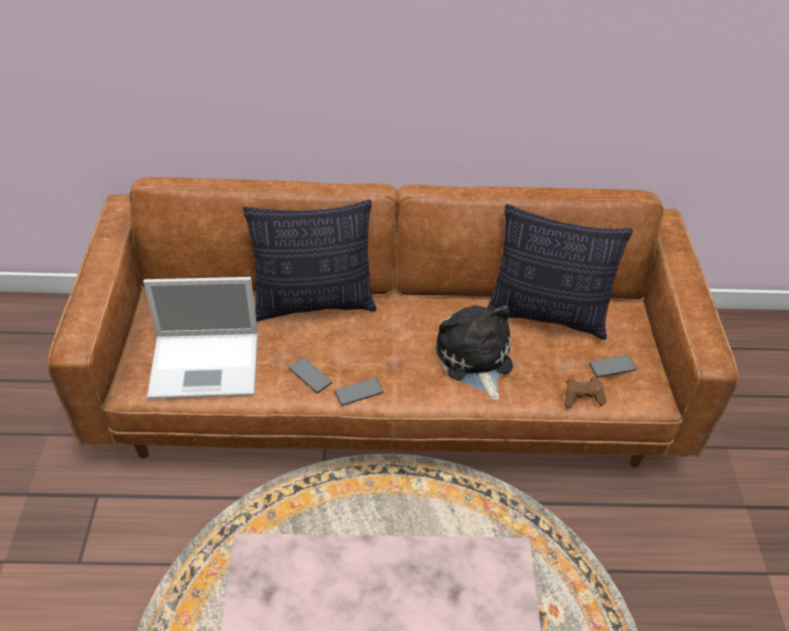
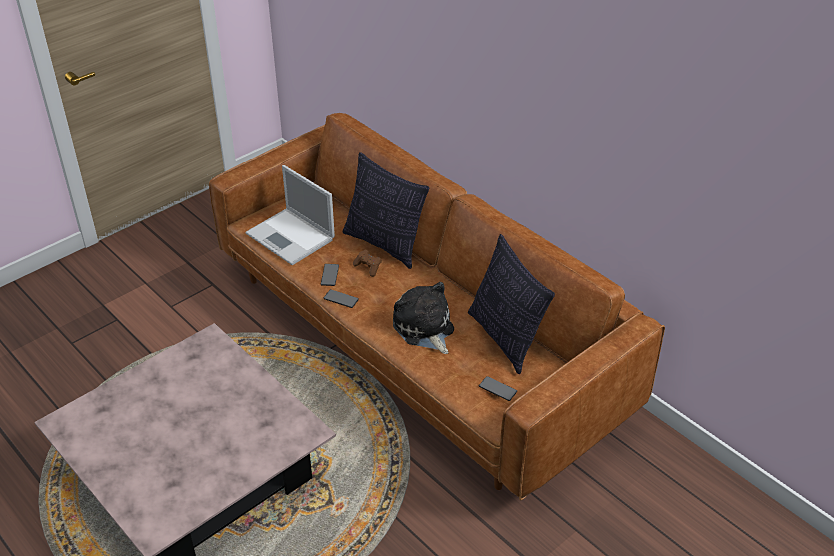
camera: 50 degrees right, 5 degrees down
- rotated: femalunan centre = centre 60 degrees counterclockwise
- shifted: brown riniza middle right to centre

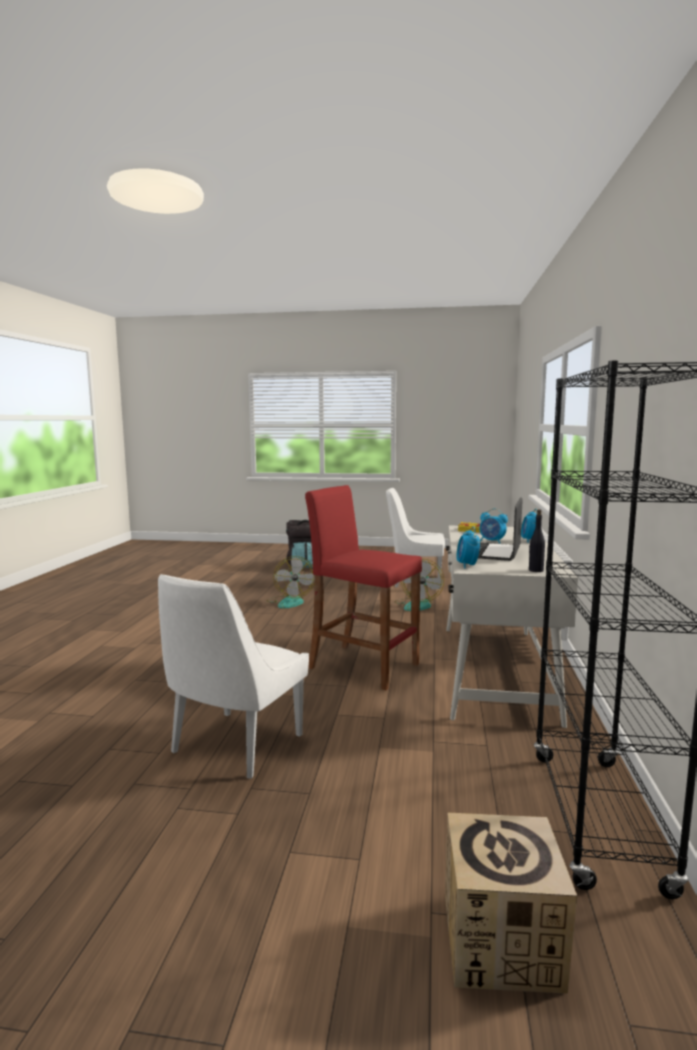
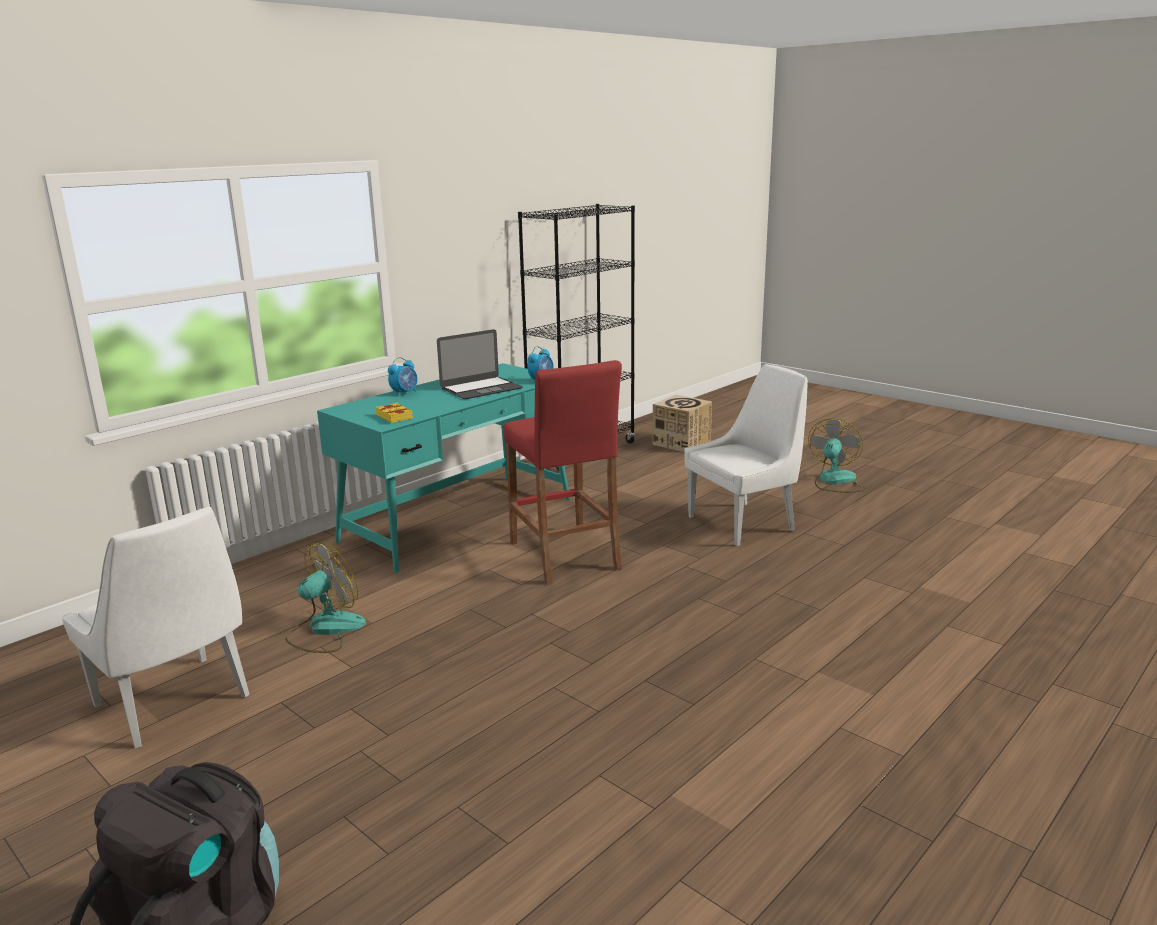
camera: 145 degrees left, 10 degrees up
- shifted: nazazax (no. 1 from left in the first image) centre to nazazax (no. 2 from left) middle right
- repainted: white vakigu middle right to turquoise vakigu centre
- gone: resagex (no. 2 from left) middle right
- gone: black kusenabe middle right

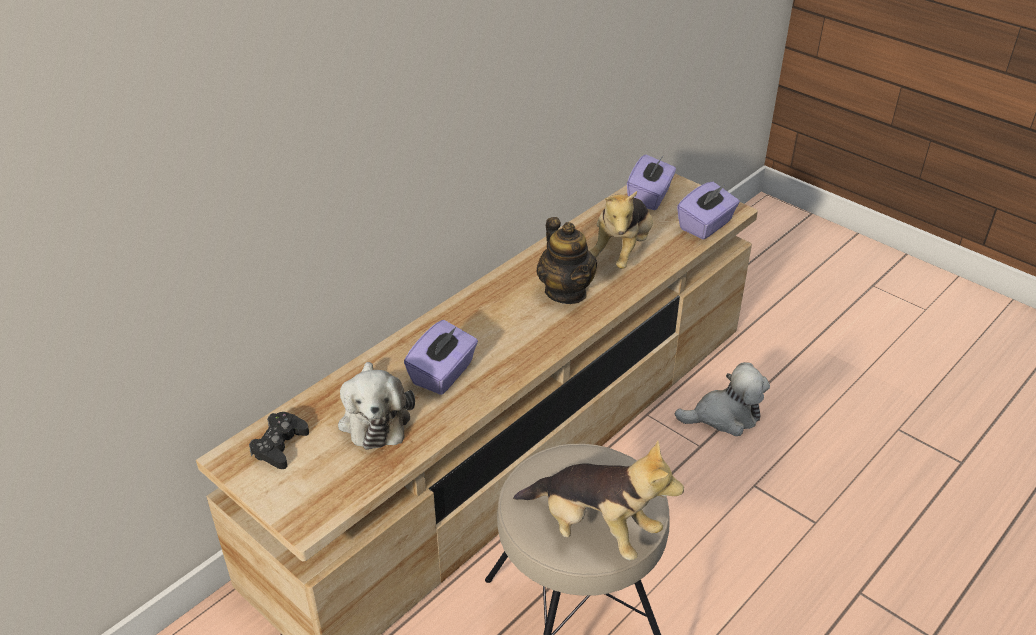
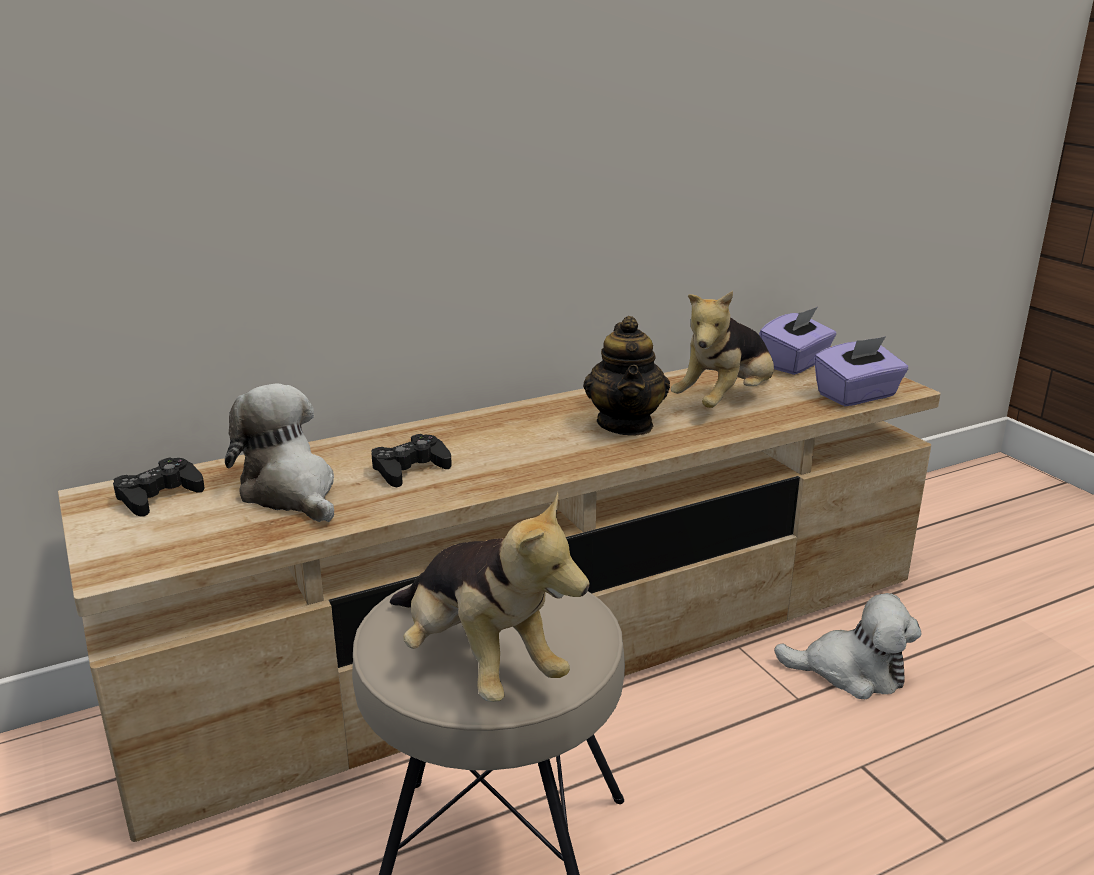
camera: 20 degrees right, 15 degrees down
- rotated: femalunan (no. 1 from left) centre = middle left 135 degrees clockwise
- swapped: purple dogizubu (no. 1 from left) centre to black riniza (no. 2 from left) centre

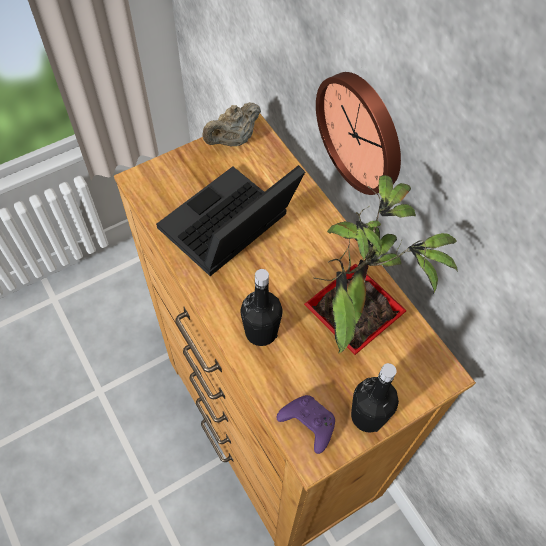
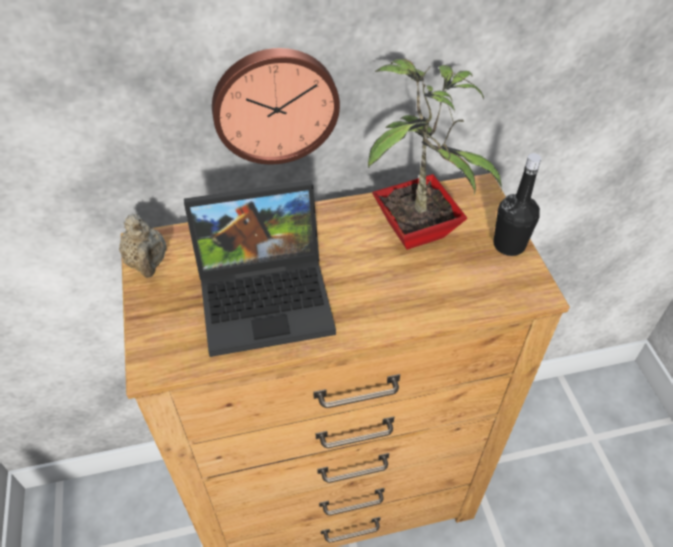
camera: 70 degrees left, 10 degrees down
- rotated: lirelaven centre = centre 75 degrees counterclockwise
- gone: black kusenabe (no. 1 from left) centre
- gone: purple riniza bottom centre

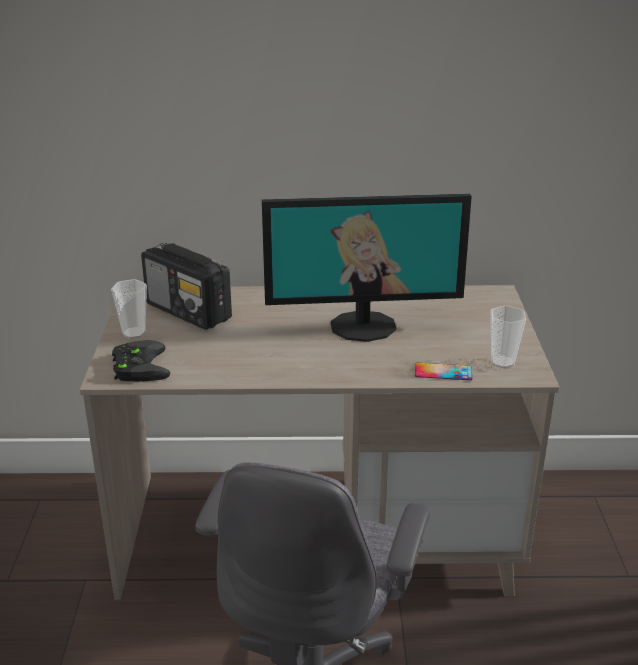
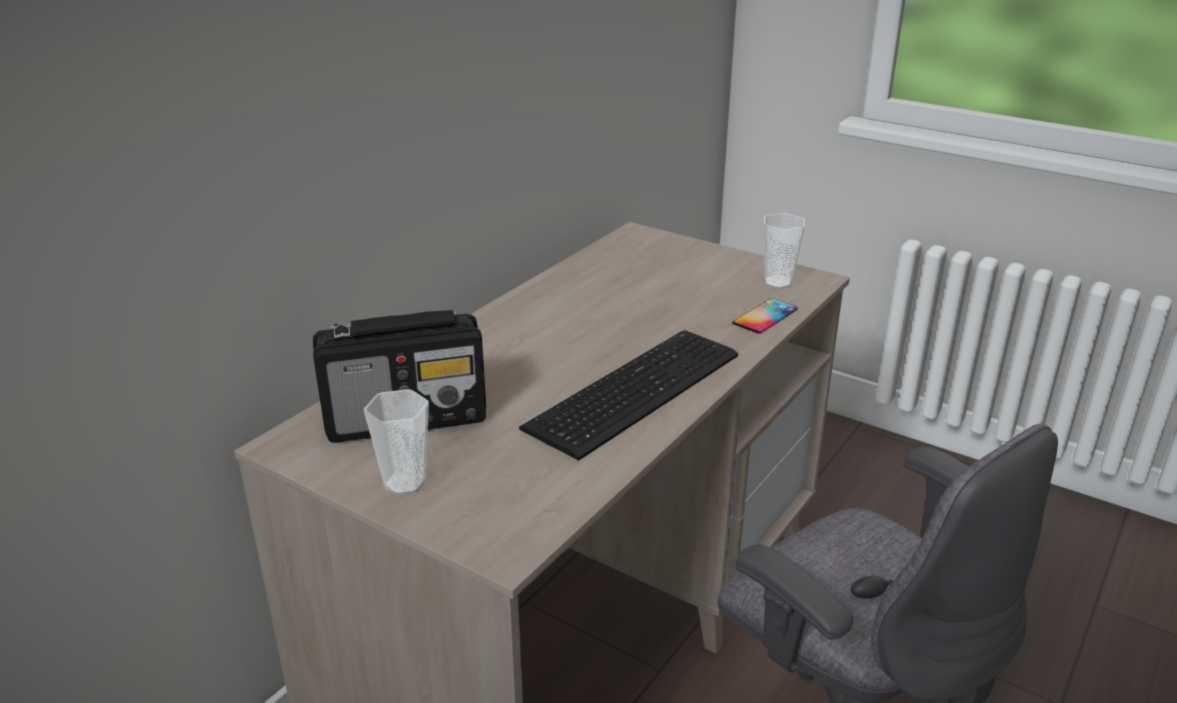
camera: 55 degrees left, 0 degrees up
- gone: black riniza middle left
- gone: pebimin centre
- new: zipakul centre

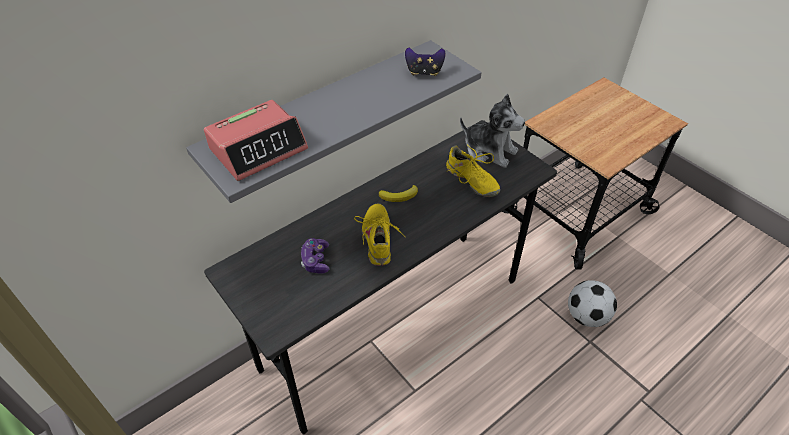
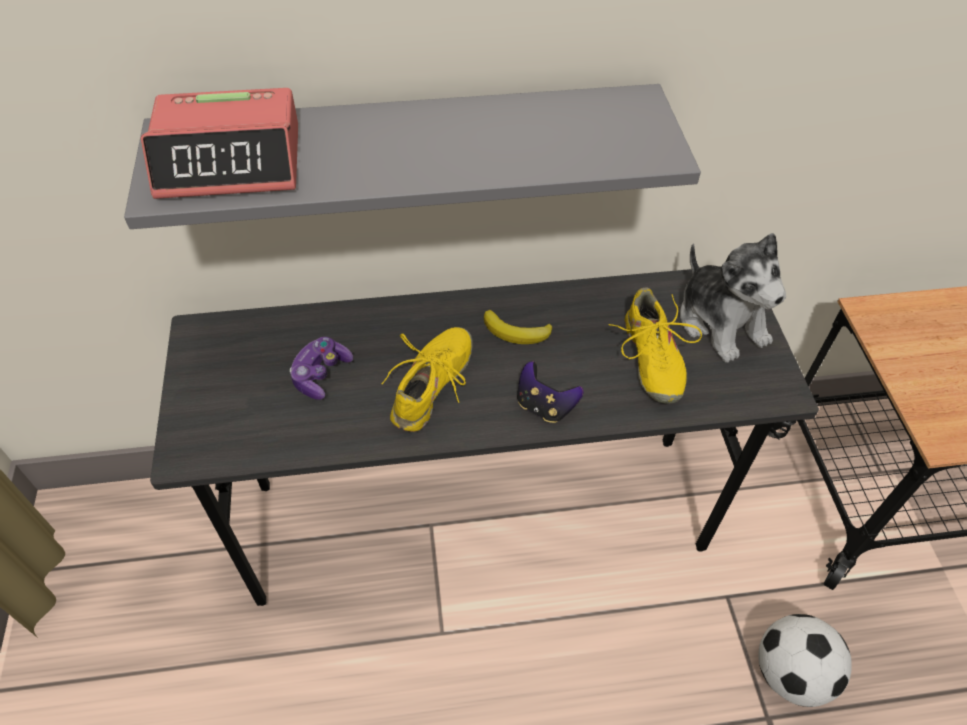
camera: 30 degrees right, 5 degrees up
- shifted: riniza (no. 2 from left) top centre to centre

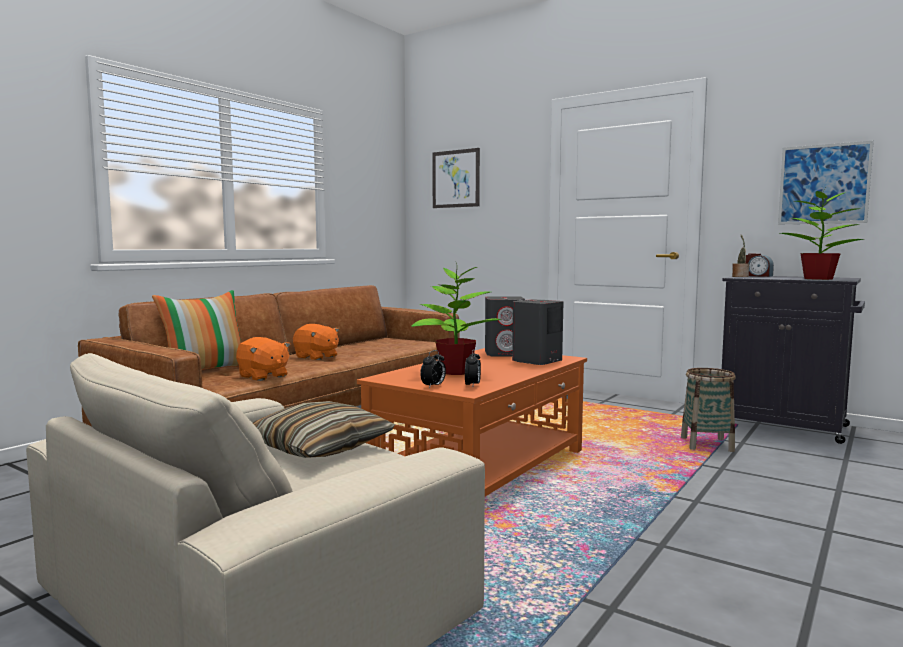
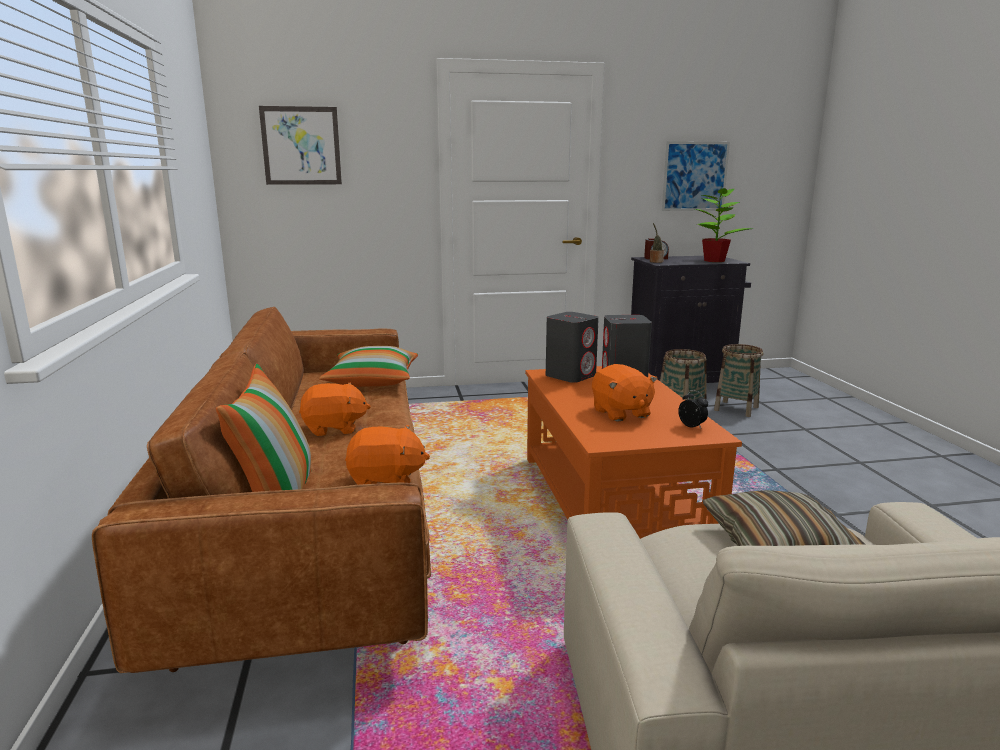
camera: 45 degrees left, 10 degrees up
- swapped: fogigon (no. 1 from left) centre to orange femalunan (no. 3 from left) centre
- gone: resagex (no. 1 from left) centre
- new: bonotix (no. 2 from left) centre
- new: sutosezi (no. 2 from left) middle right

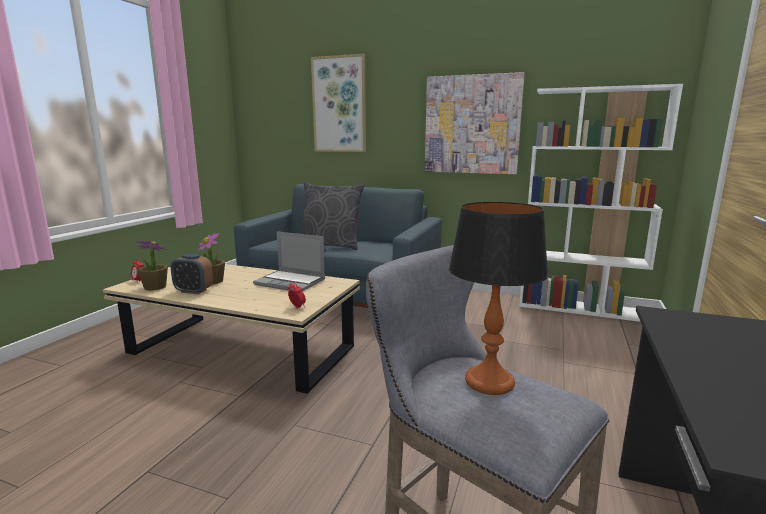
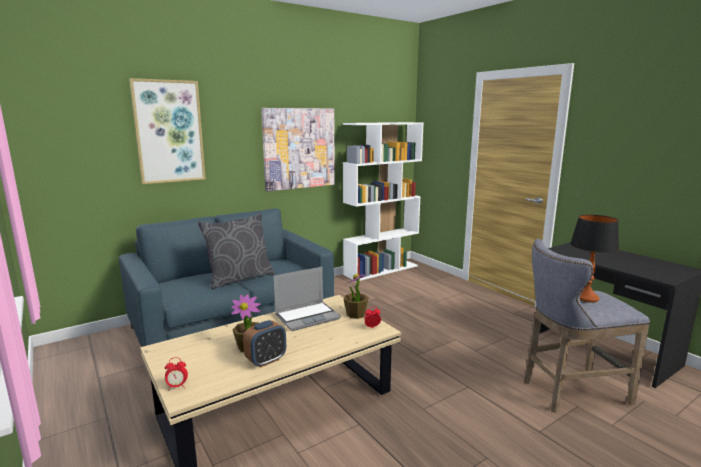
camera: 55 degrees left, 0 degrees up
- shifted: fogigon (no. 1 from left in the first image) middle left to fogigon (no. 2 from left) centre

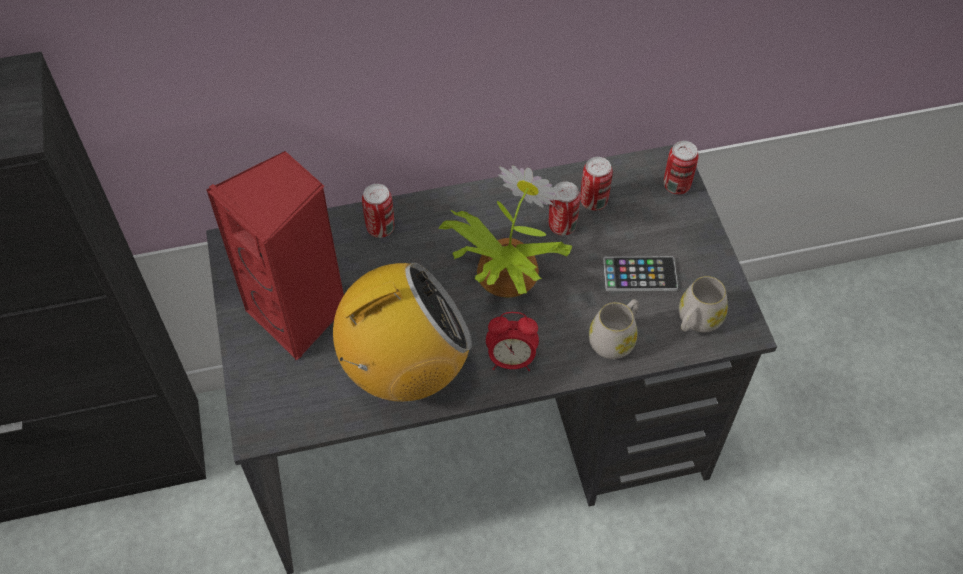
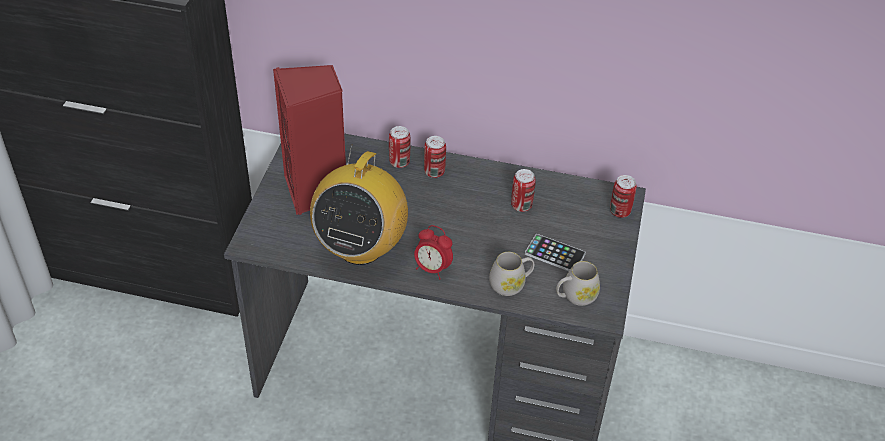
camera: 25 degrees right, 10 degrees down
- rotated: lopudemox centre = centre 105 degrees clockwise
- gone: fogigon centre
- shifted: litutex (no. 3 from left in the first image) top centre to litutex (no. 2 from left) centre

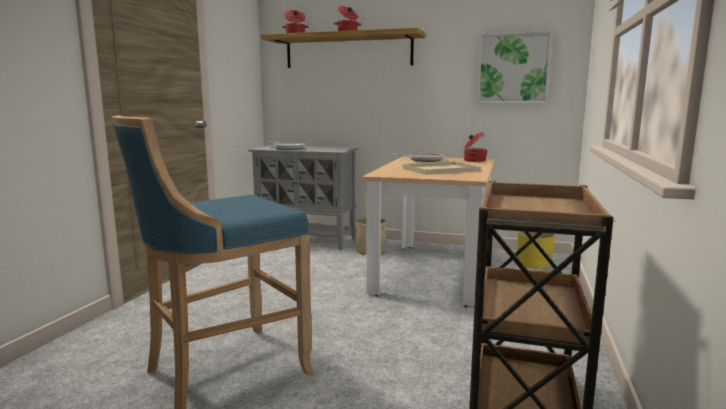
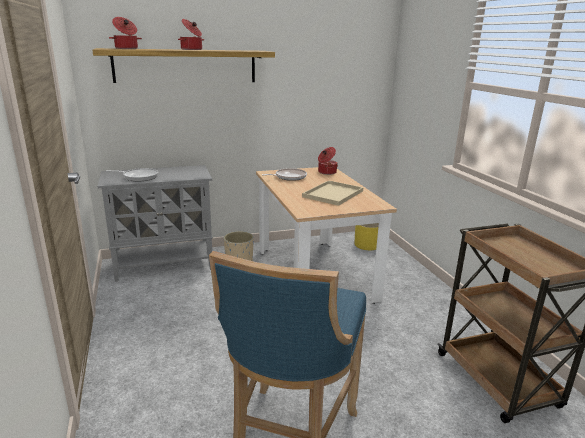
camera: 35 degrees left, 10 degrees up
- gone: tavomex top right

